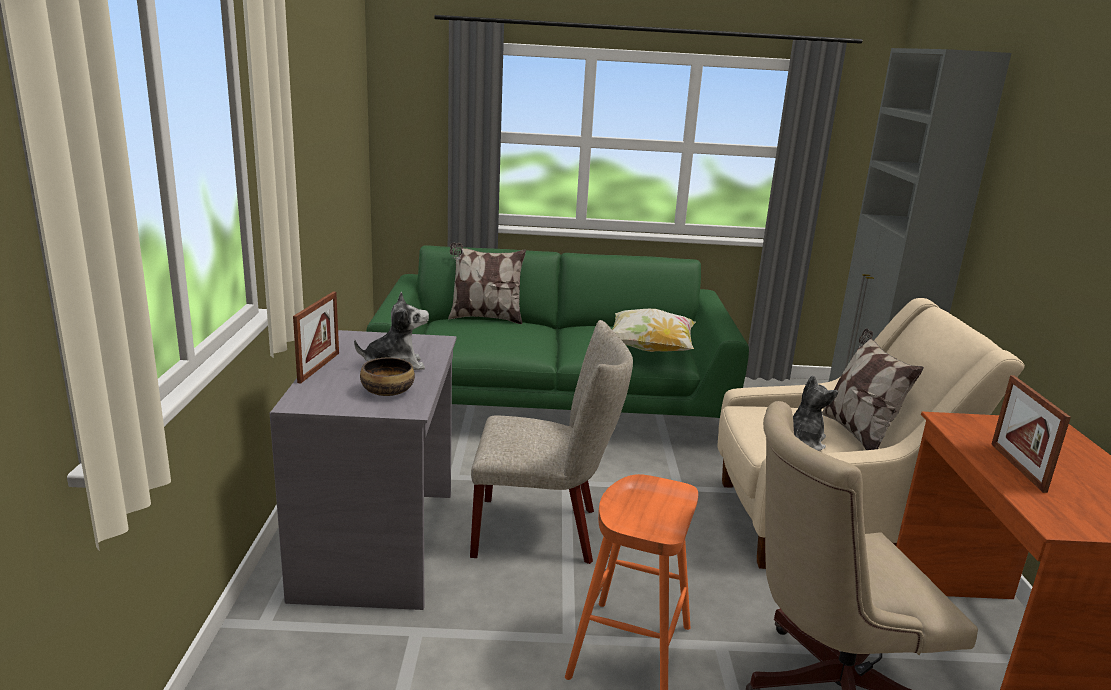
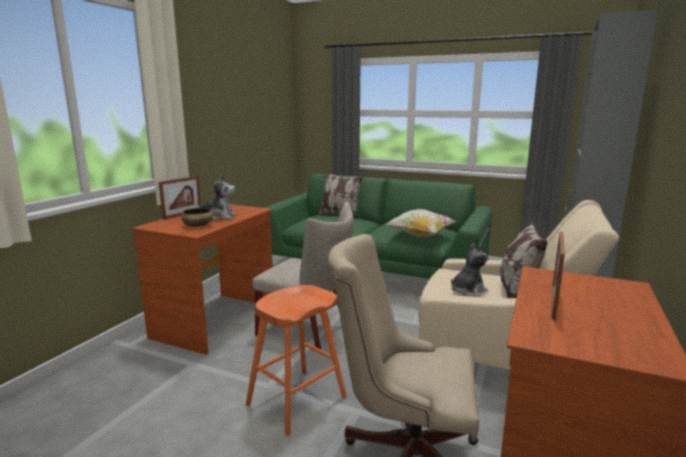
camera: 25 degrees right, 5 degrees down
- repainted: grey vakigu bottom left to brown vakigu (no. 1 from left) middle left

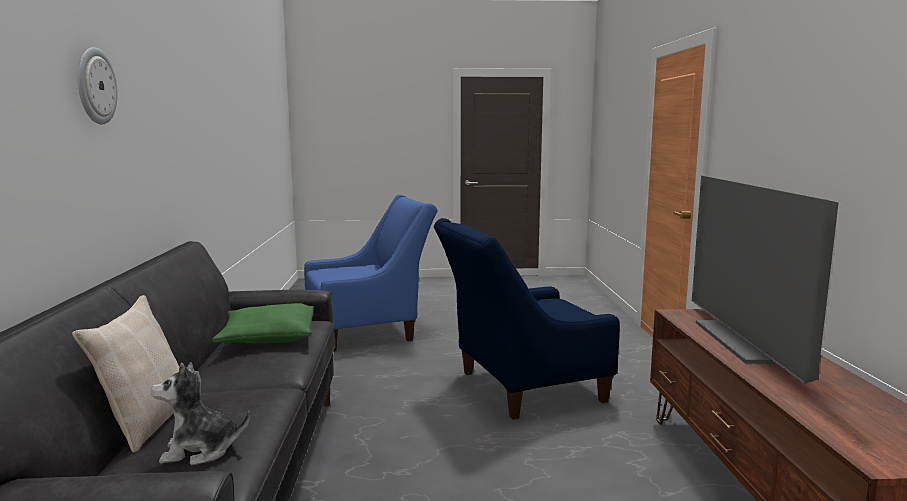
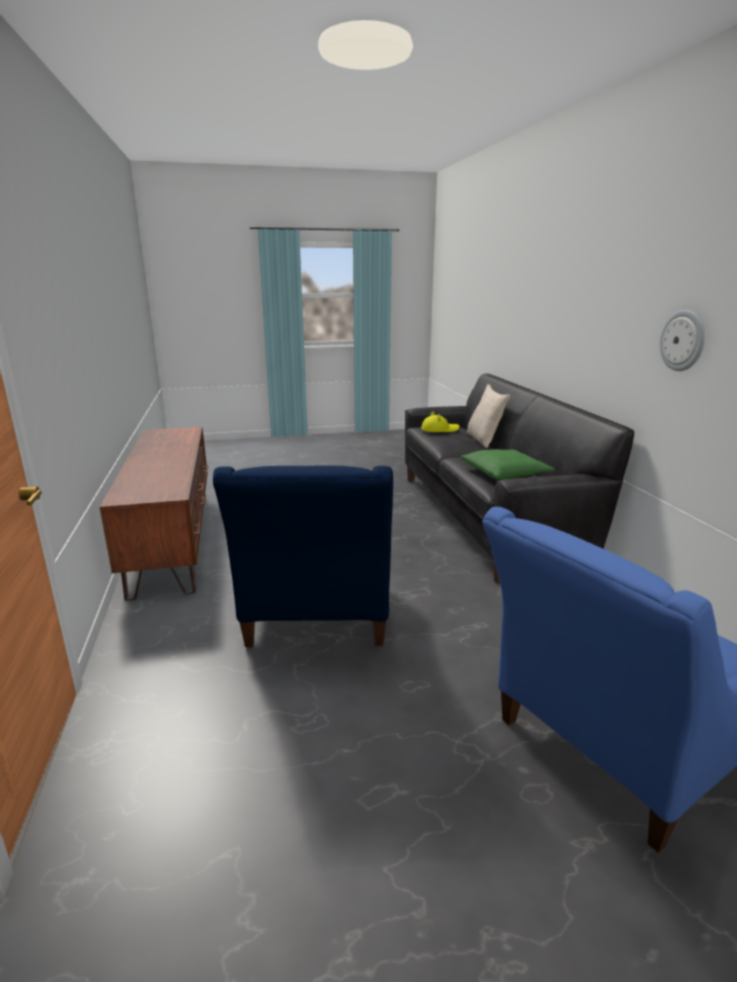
camera: 170 degrees right, 10 degrees up
- shifted: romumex top left to middle right
- swapped: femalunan bottom left to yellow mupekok centre
- rotated: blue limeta (no. 2 from left in the first image) centre = centre 120 degrees clockwise
- gone: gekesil middle right

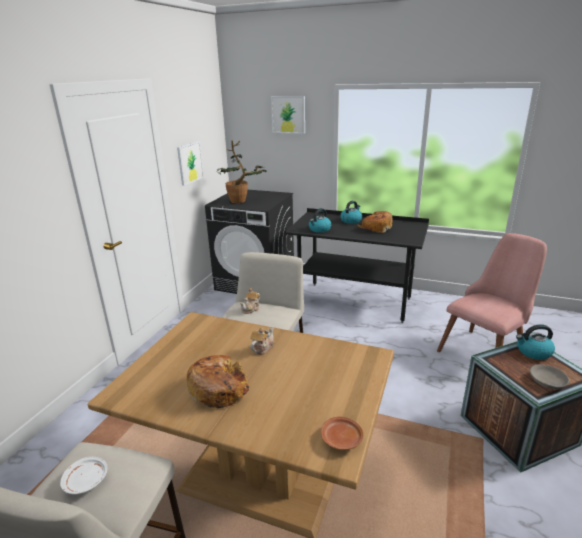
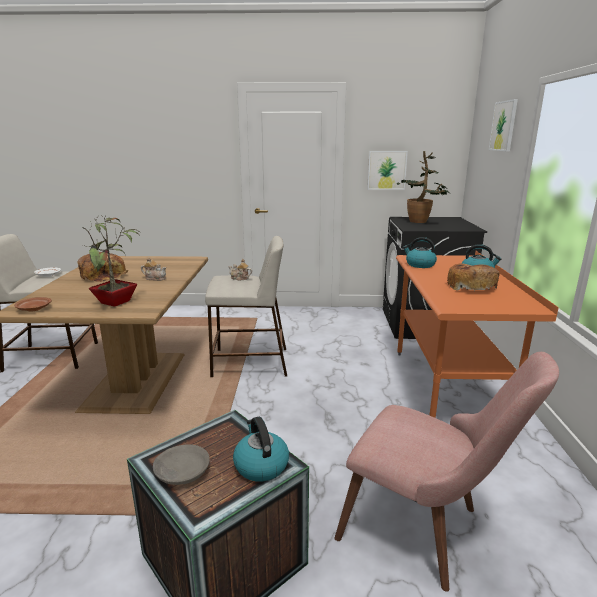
camera: 70 degrees right, 5 degrees down
- repainted: black vakigu centre to orange vakigu middle right
- new: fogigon (no. 1 from left) middle left

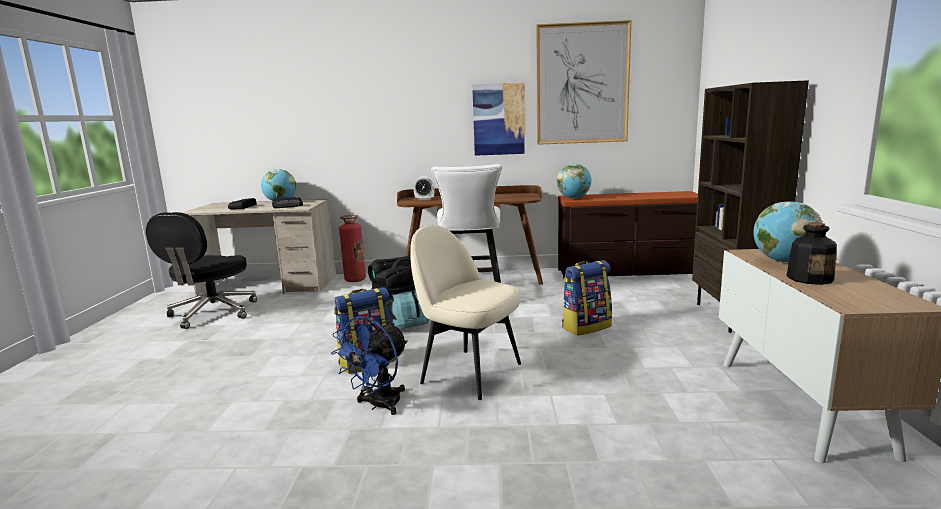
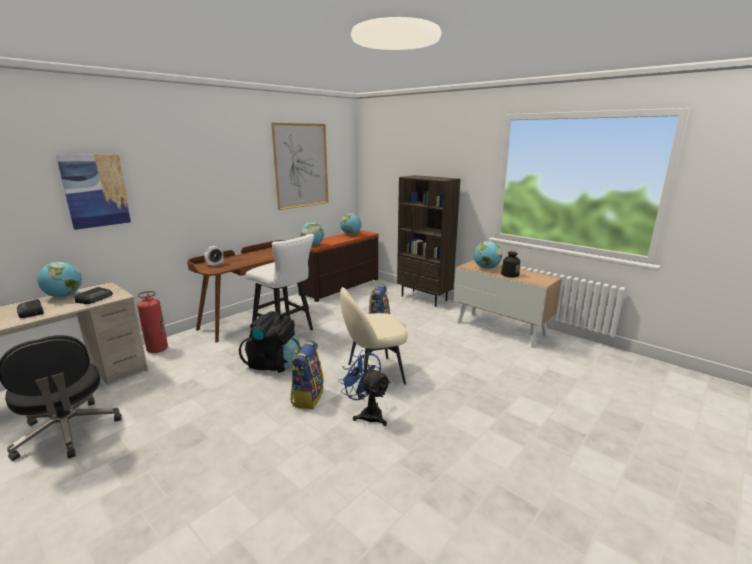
camera: 50 degrees left, 5 degrees up
- rotated: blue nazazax bottom centre = bottom centre 150 degrees clockwise
- shifted: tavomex (no. 1 from left) top centre to middle left
- new: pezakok (no. 3 from left) centre

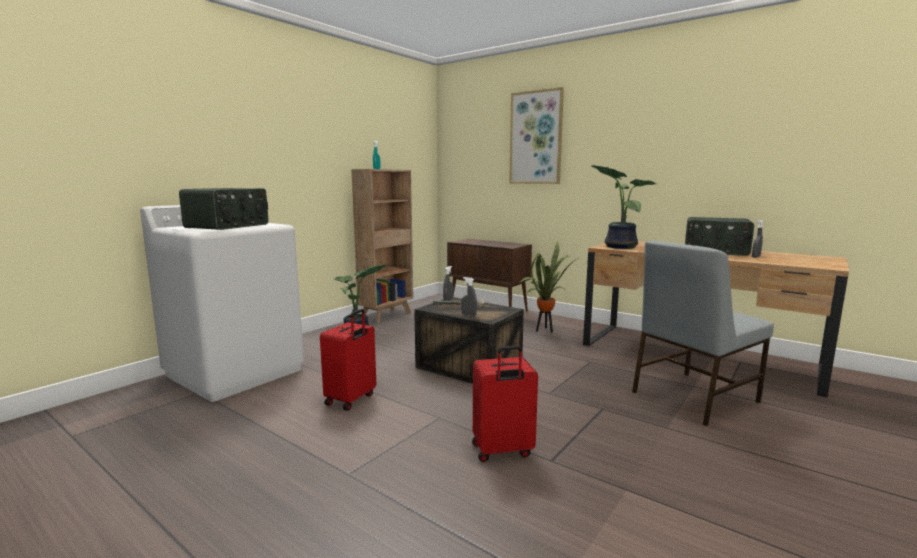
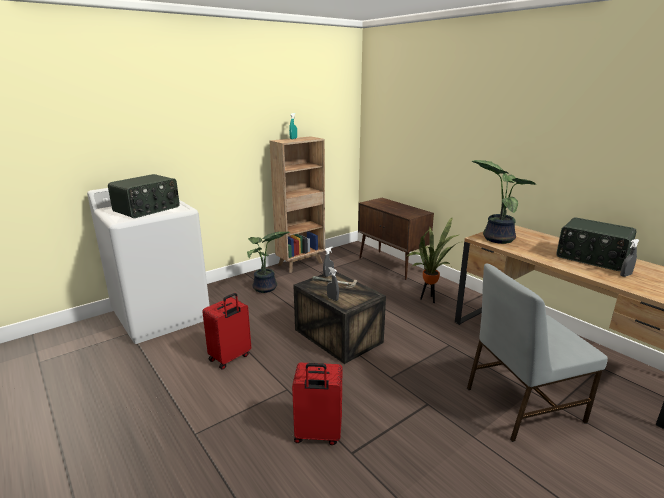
camera: 15 degrees right, 10 degrees up
- gone: tavomex top centre

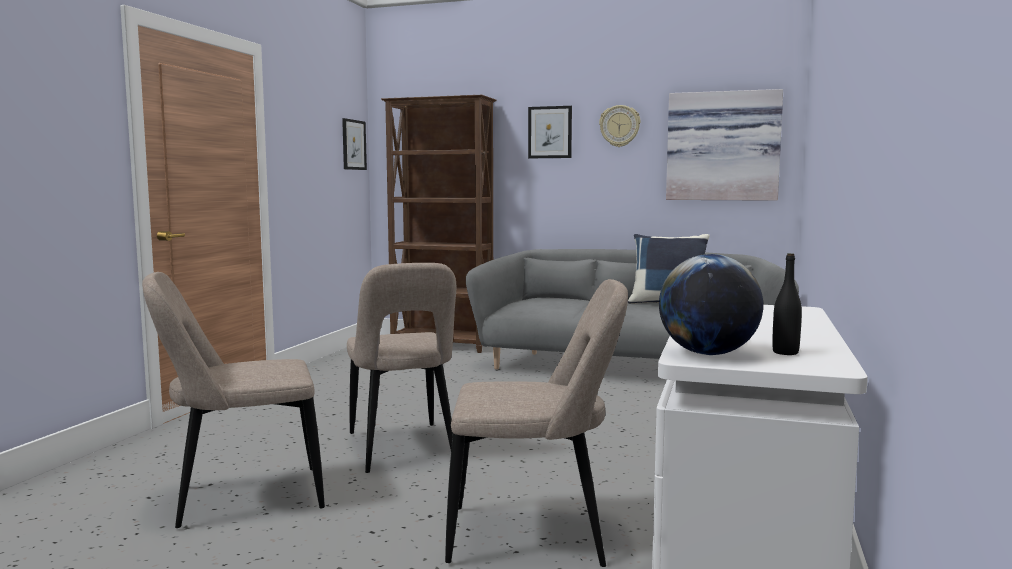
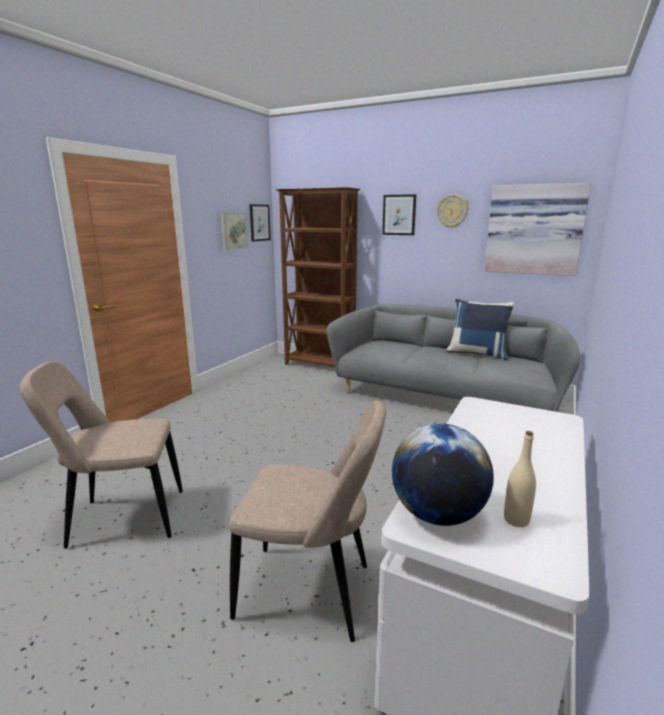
camera: 10 degrees right, 10 degrees up
- gone: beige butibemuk (no. 2 from left) centre
- repainted: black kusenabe middle right to beige kusenabe bottom right
- new: tavomex (no. 1 from left) top centre

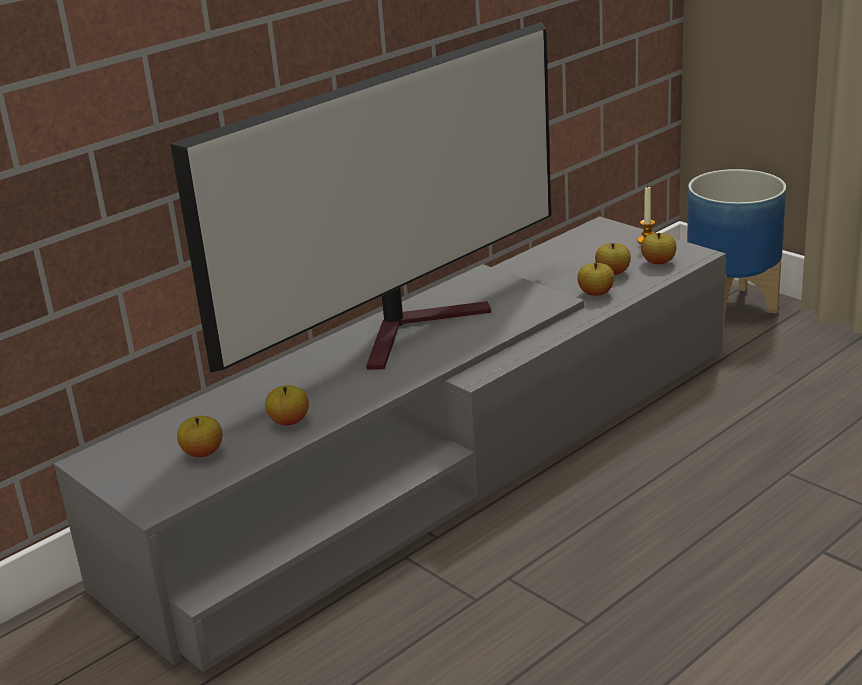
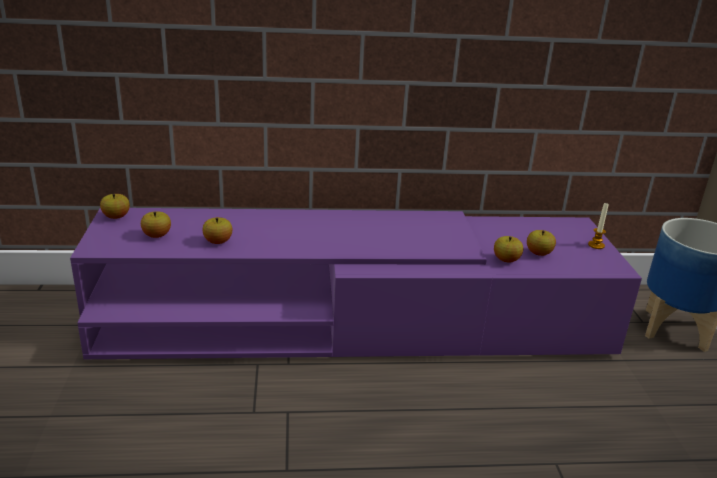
camera: 35 degrees right, 0 degrees up
- repainted: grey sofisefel centre to purple sofisefel centre
- gone: gekesil top centre
- shifted: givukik (no. 5 from left in the first image) middle right to givukik (no. 1 from left) middle left

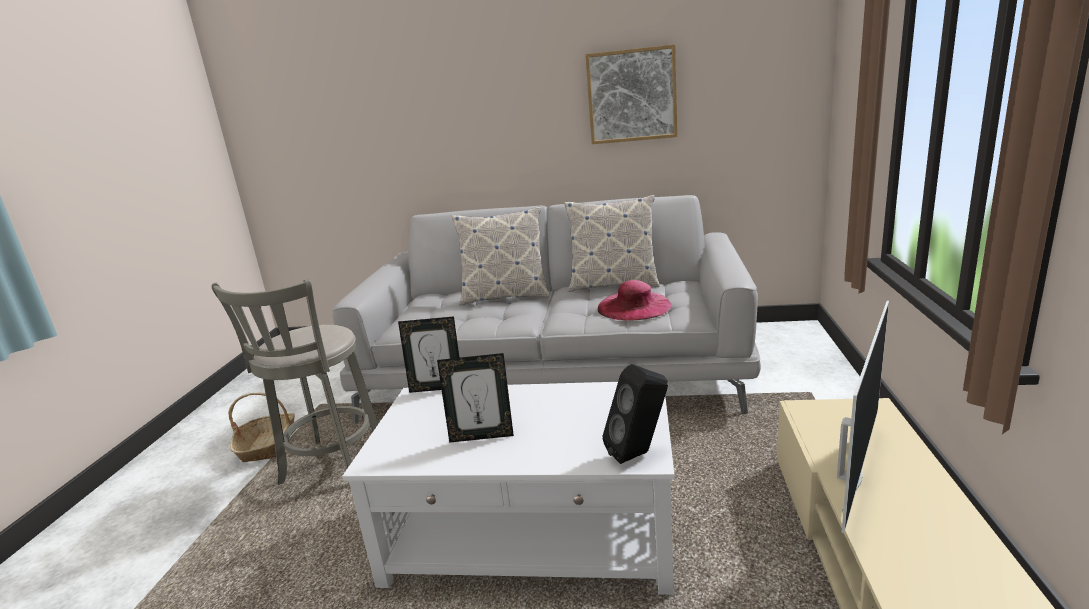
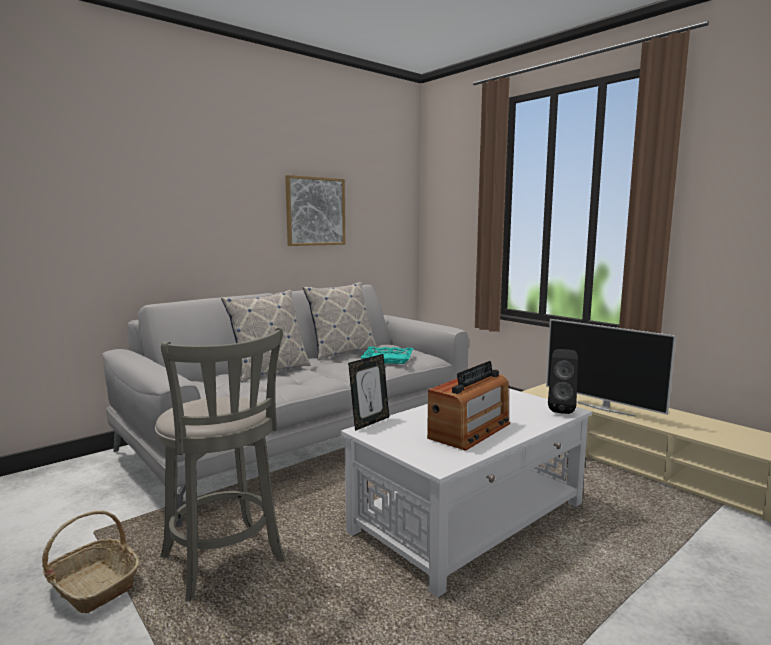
camera: 50 degrees left, 10 degrees down
- swapped: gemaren (no. 2 from left) centre to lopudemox centre
- swapped: pink mupekok centre to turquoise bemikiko centre
- rotated: gekesil bottom right = middle right 150 degrees clockwise

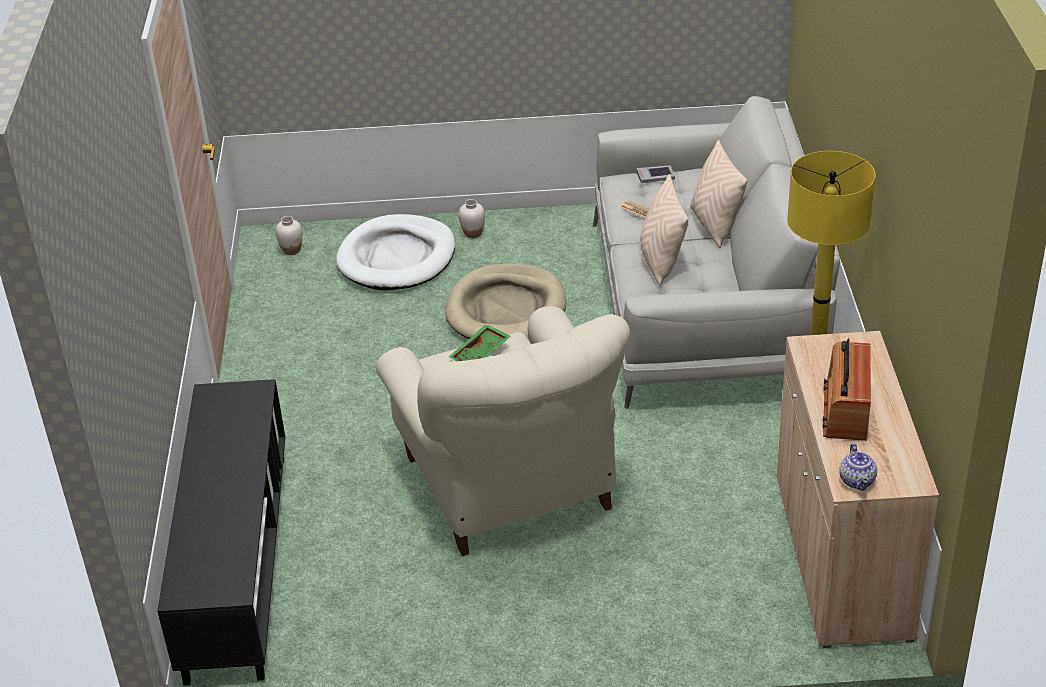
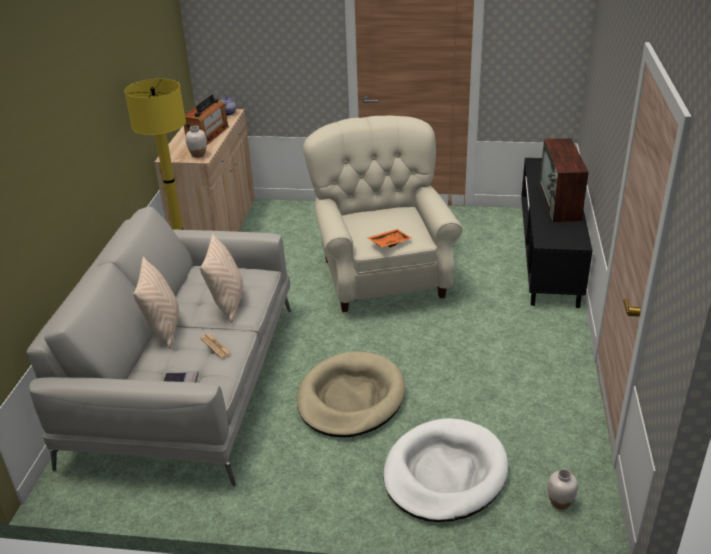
camera: 170 degrees left, 5 degrees down
- repainted: green bemikiko centre to orange bemikiko centre
- shifted: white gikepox (no. 2 from left in the first image) top centre to white gikepox (no. 1 from left) top left
- new: gekesil top right

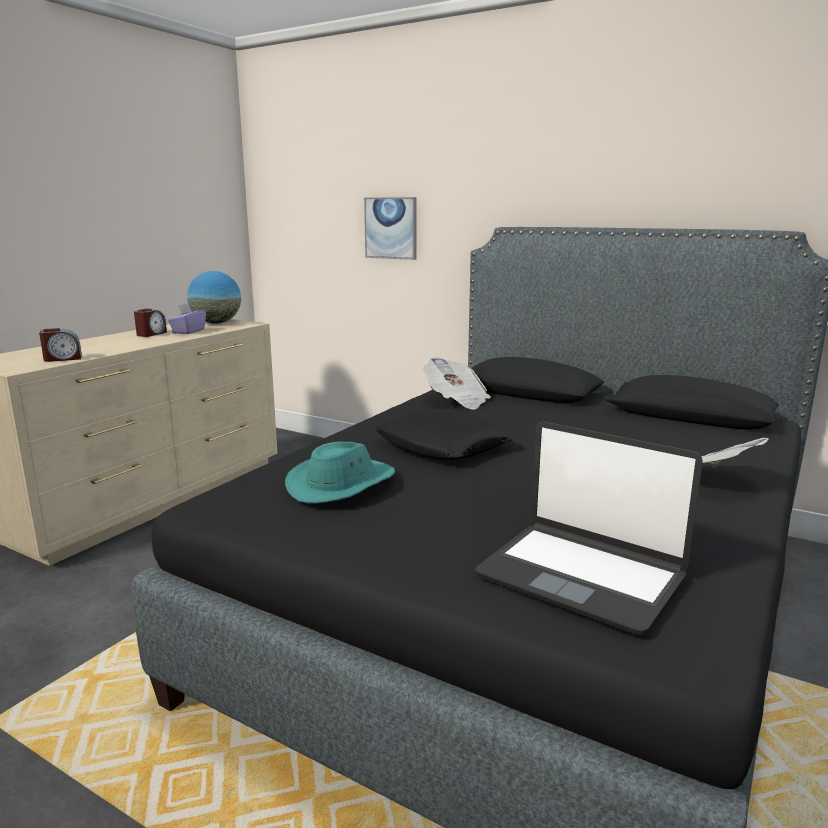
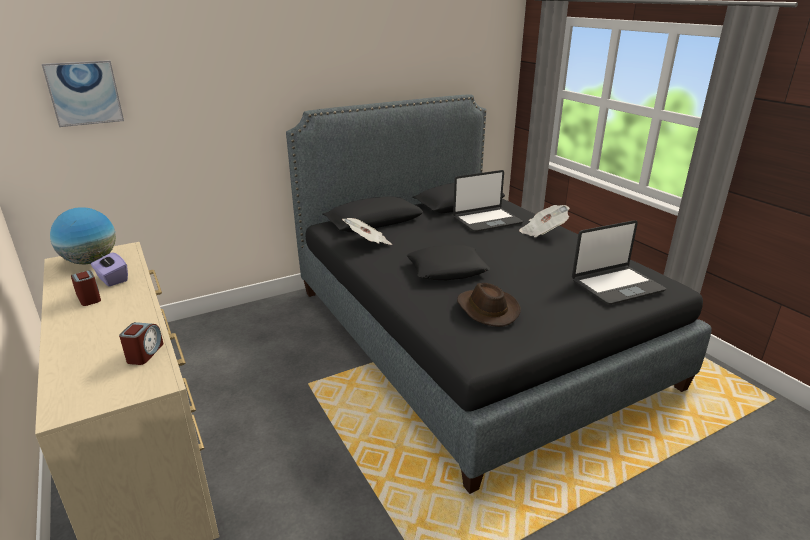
camera: 60 degrees left, 10 degrees up
- repainted: turquoise mupekok centre to brown mupekok centre
- shifted: tavomex top centre to top left
- new: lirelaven (no. 1 from left) centre

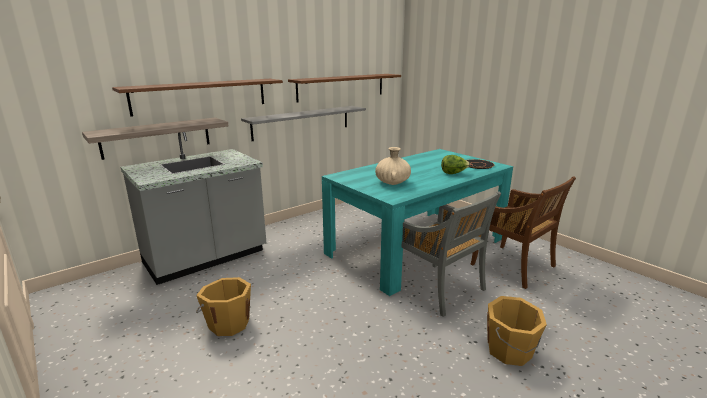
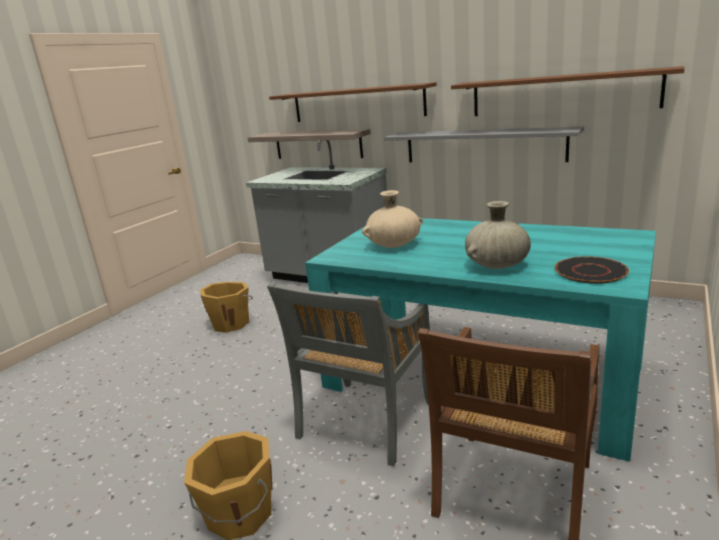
camera: 70 degrees right, 0 degrees up
- swapped: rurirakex centre to beige gikepox (no. 2 from left) middle right

